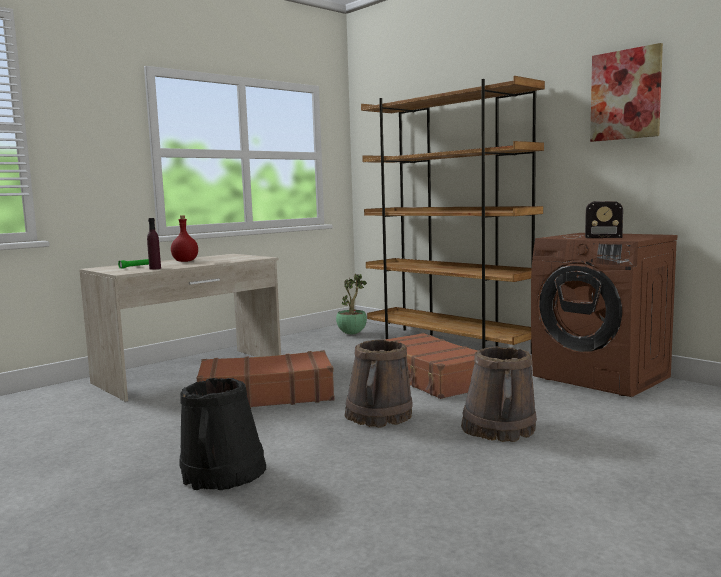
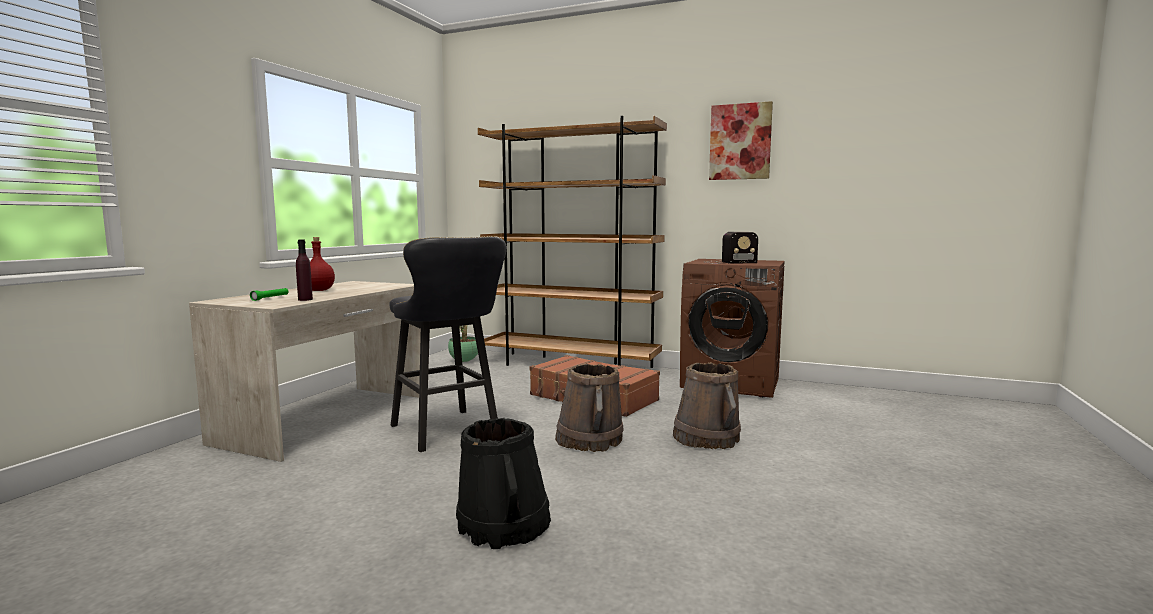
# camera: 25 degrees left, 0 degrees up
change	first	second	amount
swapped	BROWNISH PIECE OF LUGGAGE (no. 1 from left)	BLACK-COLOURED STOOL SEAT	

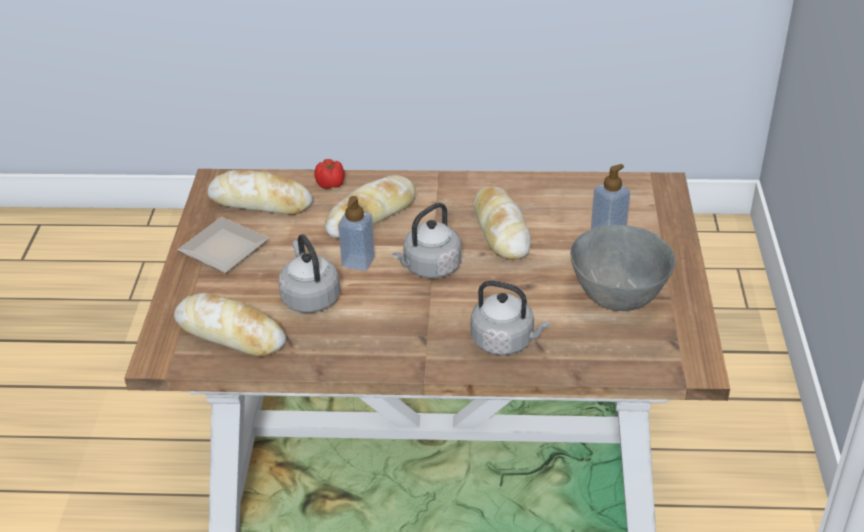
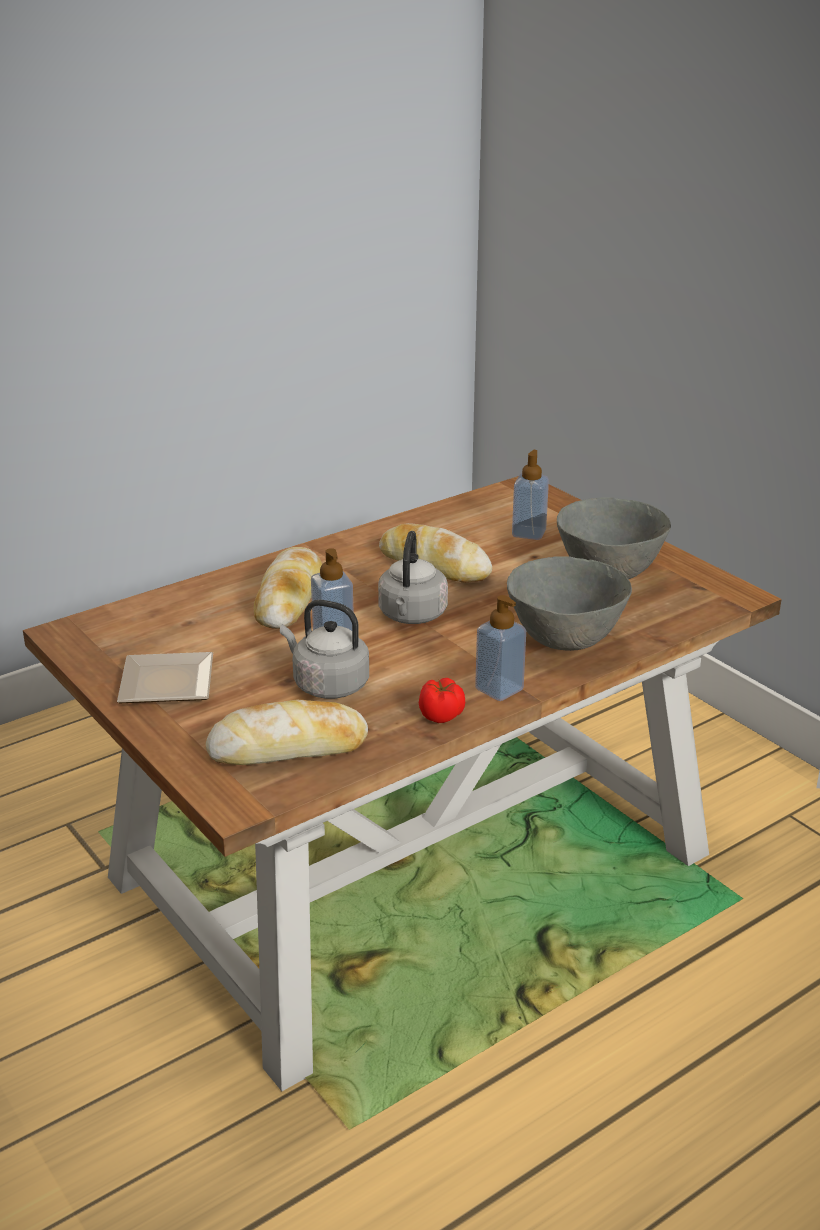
# camera: 40 degrees left, 10 degrees down
change	first	second	amount
shifted	WHOLE TOMATO		
new		SOAP BOTTLE (no. 2 from left)	
swapped	GRAY WATER KETTLE (no. 3 from left)	GRAY BOWL (no. 1 from left)	
gone	BAKED BREAD (no. 2 from left)		

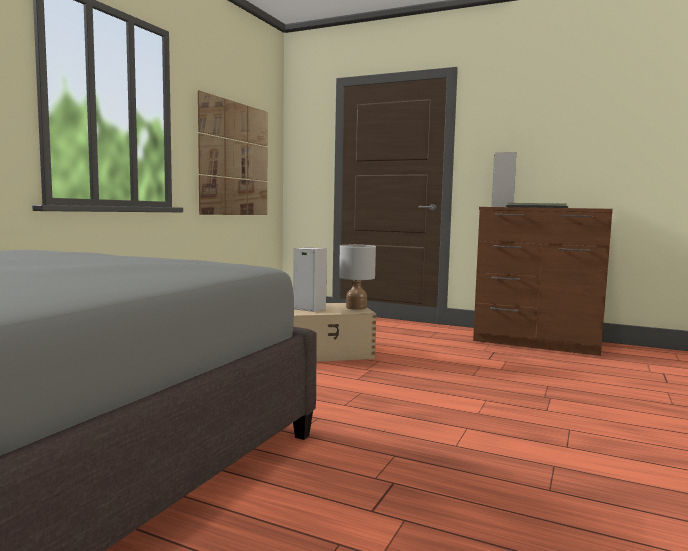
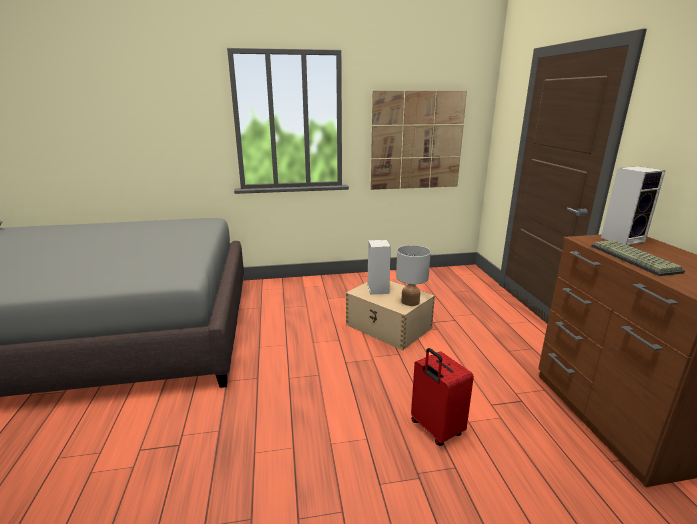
# camera: 55 degrees right, 15 degrees up
change	first	second	amount
new		RED PIECE OF LUGGAGE	

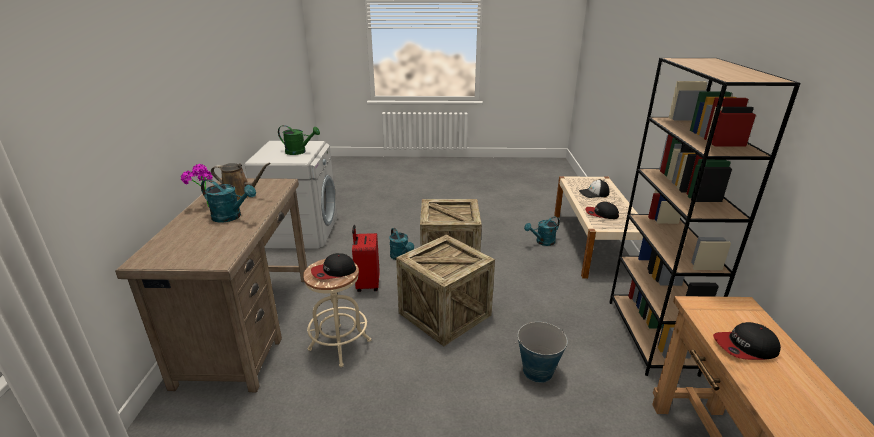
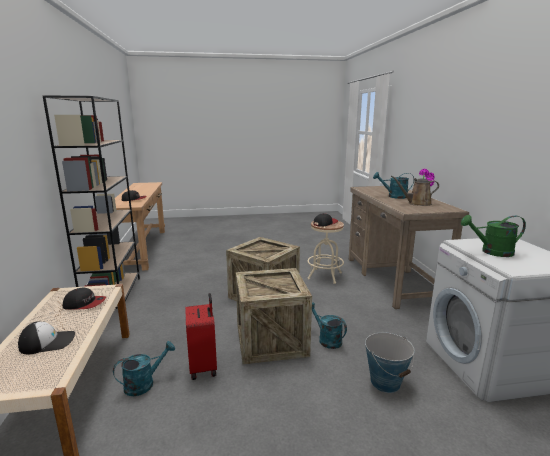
# camera: 170 degrees right, 10 degrees down
change	first	second	amount
shifted	RED PIECE OF LUGGAGE		
shifted	PAIL		

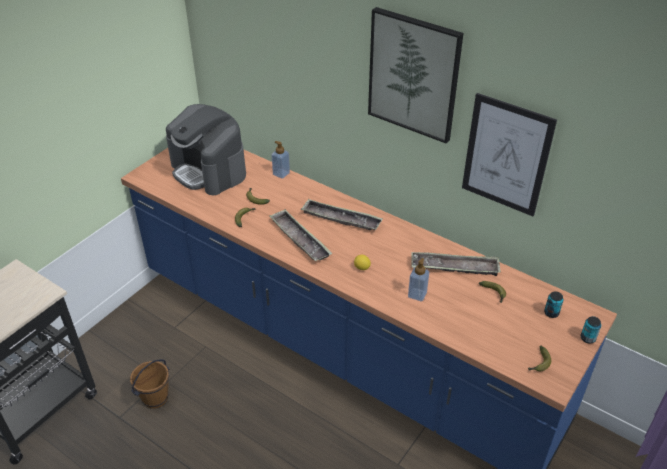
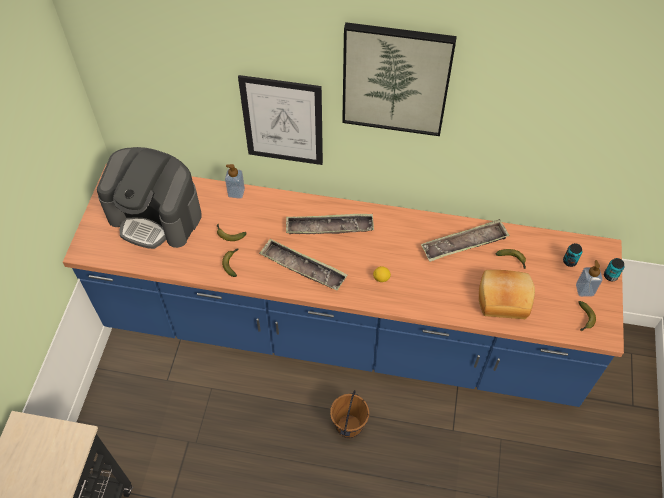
# camera: 25 degrees left, 15 degrees up
change	first	second	amount
shifted	WALL ART (no. 2 from left in the first image)	WALL ART (no. 1 from left)	
shifted	BROWNISH PAIL		
new		BAKED BREAD	
shifted	SOAP BOTTLE (no. 2 from left)		

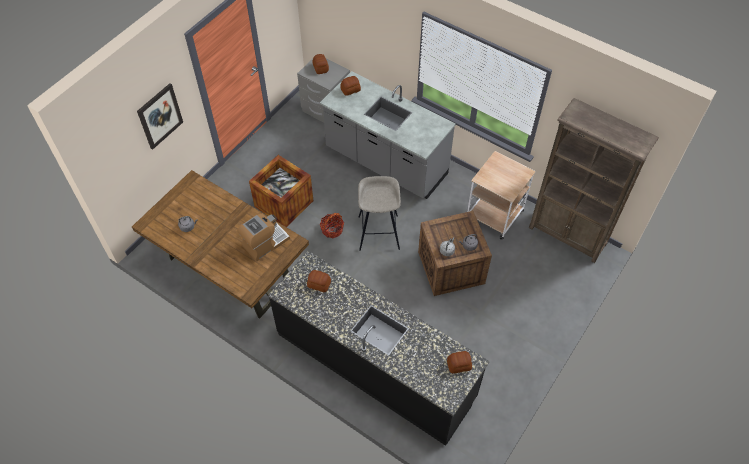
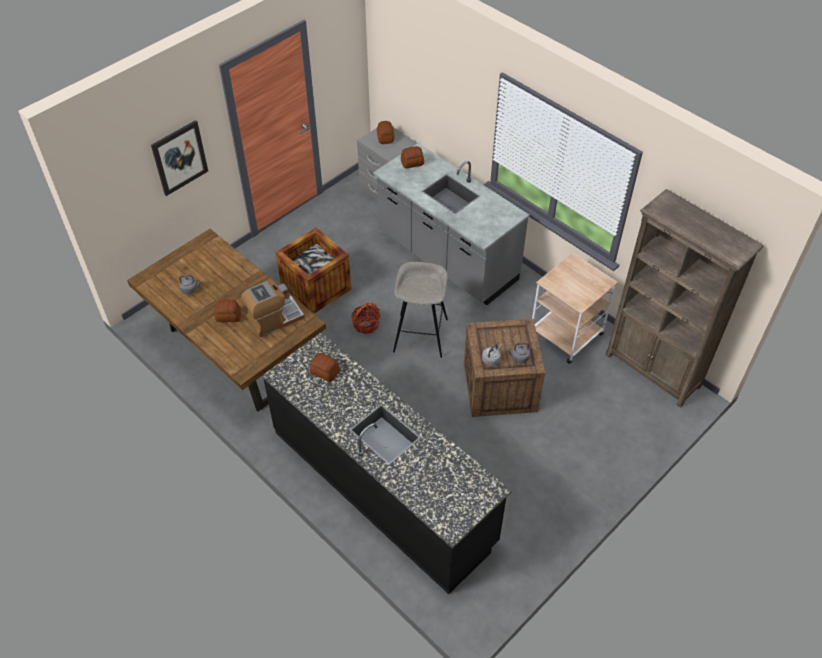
# camera: 10 degrees right, 5 degrees down
change	first	second	amount
shifted	BAKED BREAD (no. 4 from left in the first image)	BAKED BREAD (no. 1 from left)	

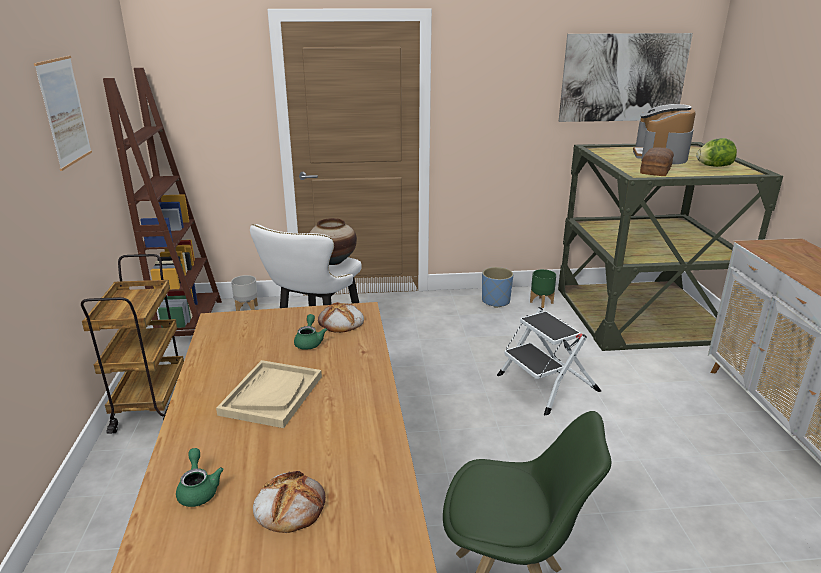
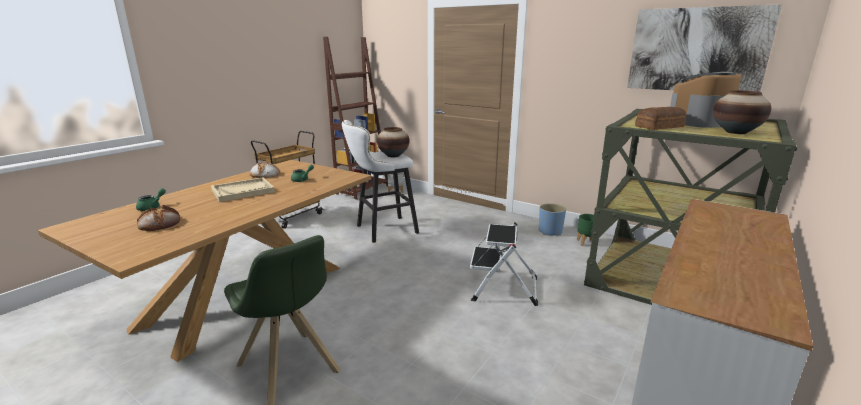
# camera: 40 degrees right, 5 degrees down
change	first	second	amount
shifted	BAKED BREAD (no. 2 from left)		
swapped	LETTUCE	FLOWER VASE (no. 2 from left)	
gone	WALL ART (no. 1 from left)		

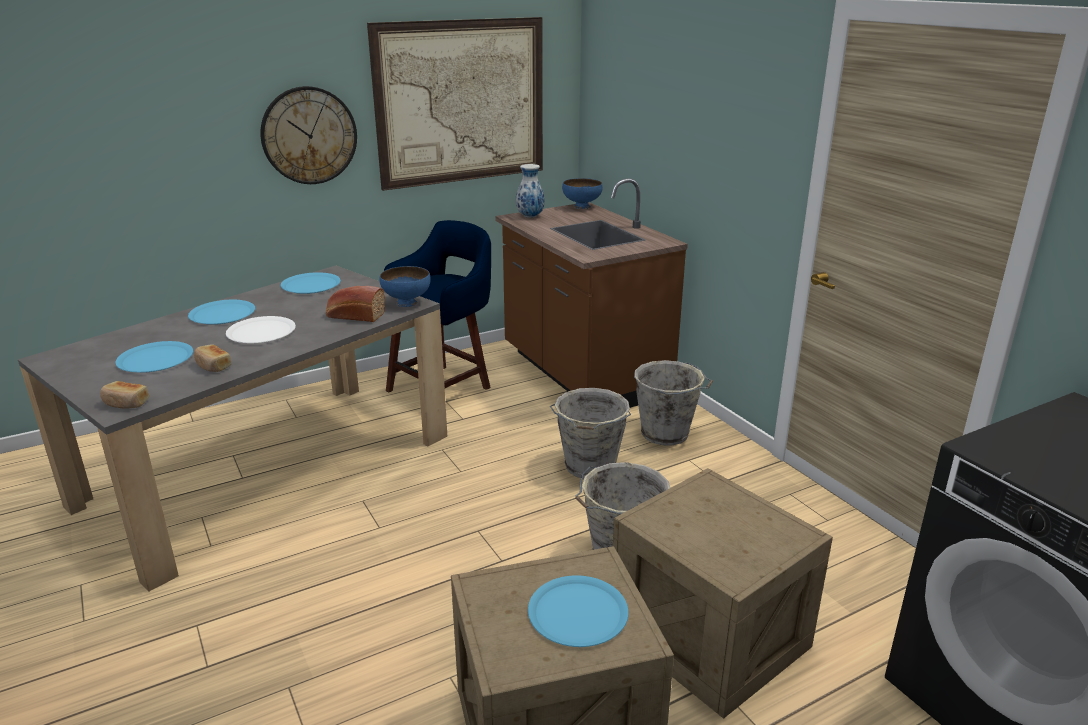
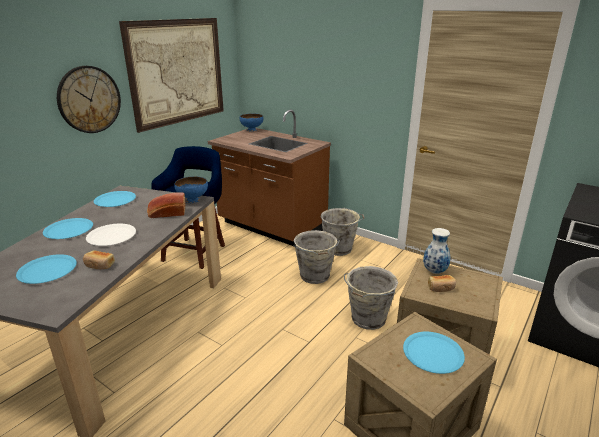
# camera: 25 degrees left, 0 degrees up
change	first	second	amount
shifted	FLOWER VASE		
shifted	BAKED BREAD (no. 1 from left in the first image)	BAKED BREAD (no. 3 from left)	

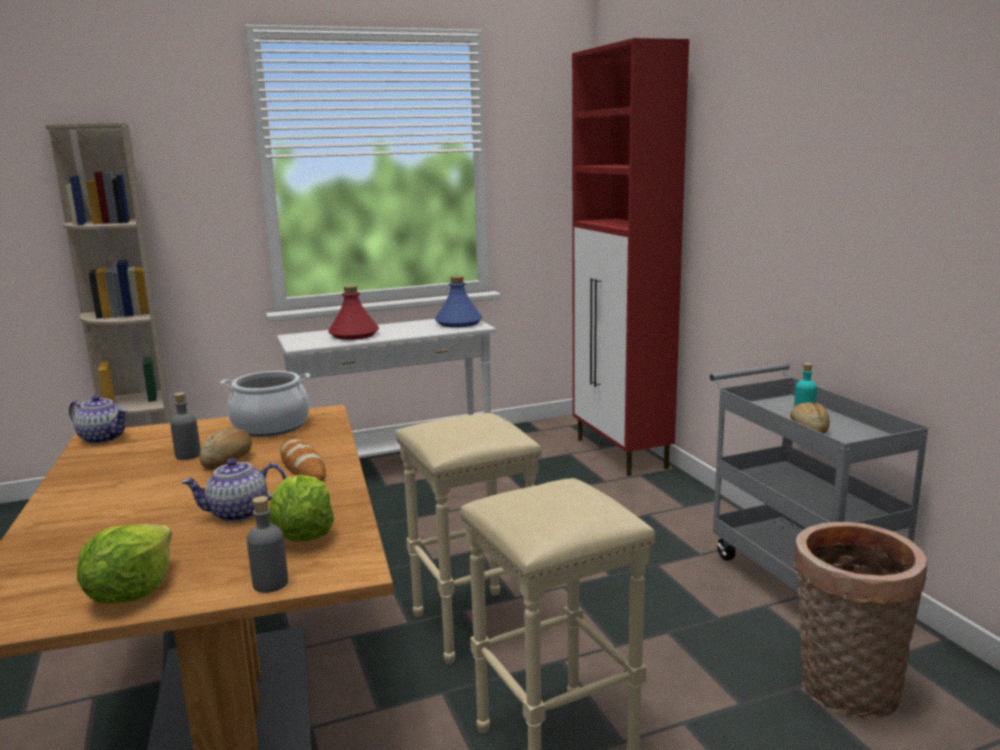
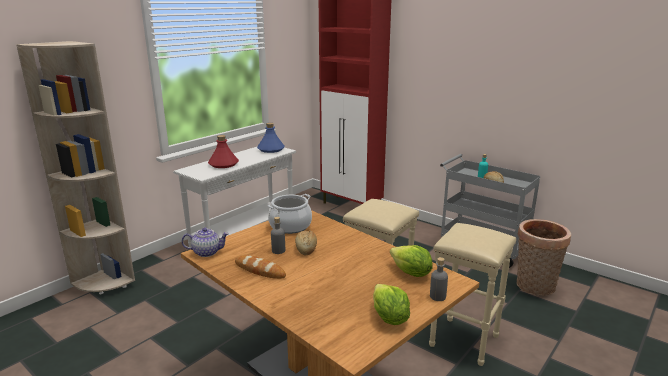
# camera: 30 degrees left, 5 degrees up
change	first	second	amount
shifted	BAKED BREAD (no. 2 from left in the first image)	BAKED BREAD (no. 1 from left)	
gone	POT FOR TEA (no. 2 from left)		

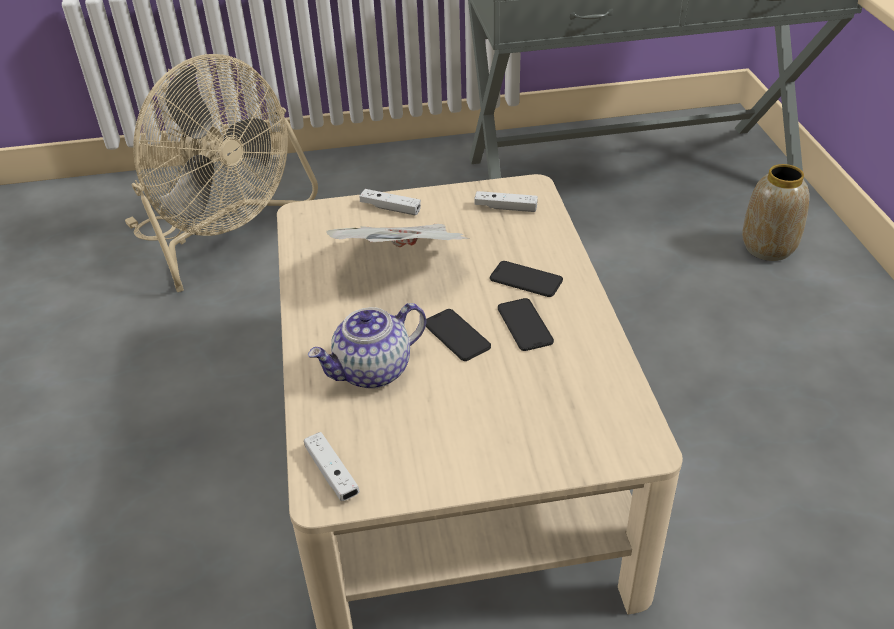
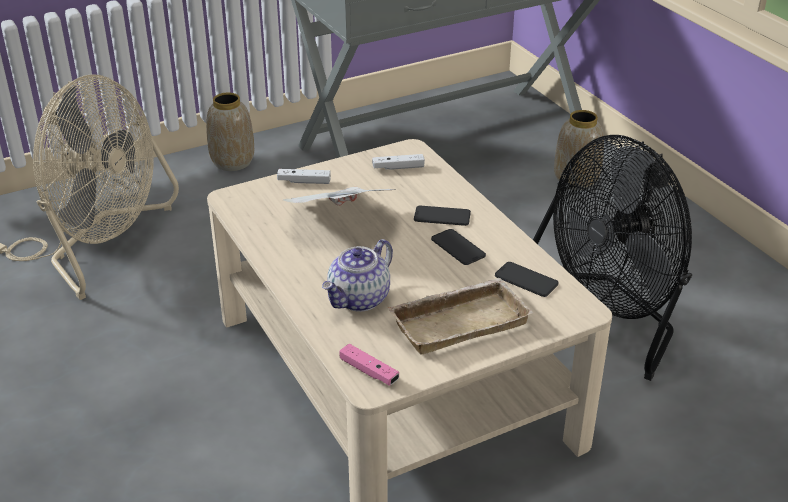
# camera: 20 degrees left, 5 degrees down
change	first	second	amount
new		FLOWER VASE (no. 1 from left)	
repainted	WHITISH GAME CONTROLLER (no. 1 from left)	PINK-COLOURED GAME CONTROLLER	
new		BEIGE-COLOURED SERVING TRAY	
shifted	HANDSET (no. 1 from left in the first image)	HANDSET (no. 3 from left)	
new		BLACK-COLOURED FAN	

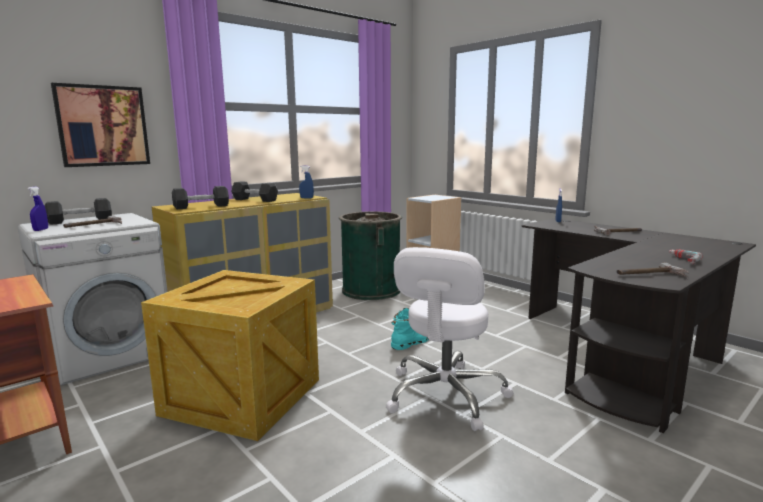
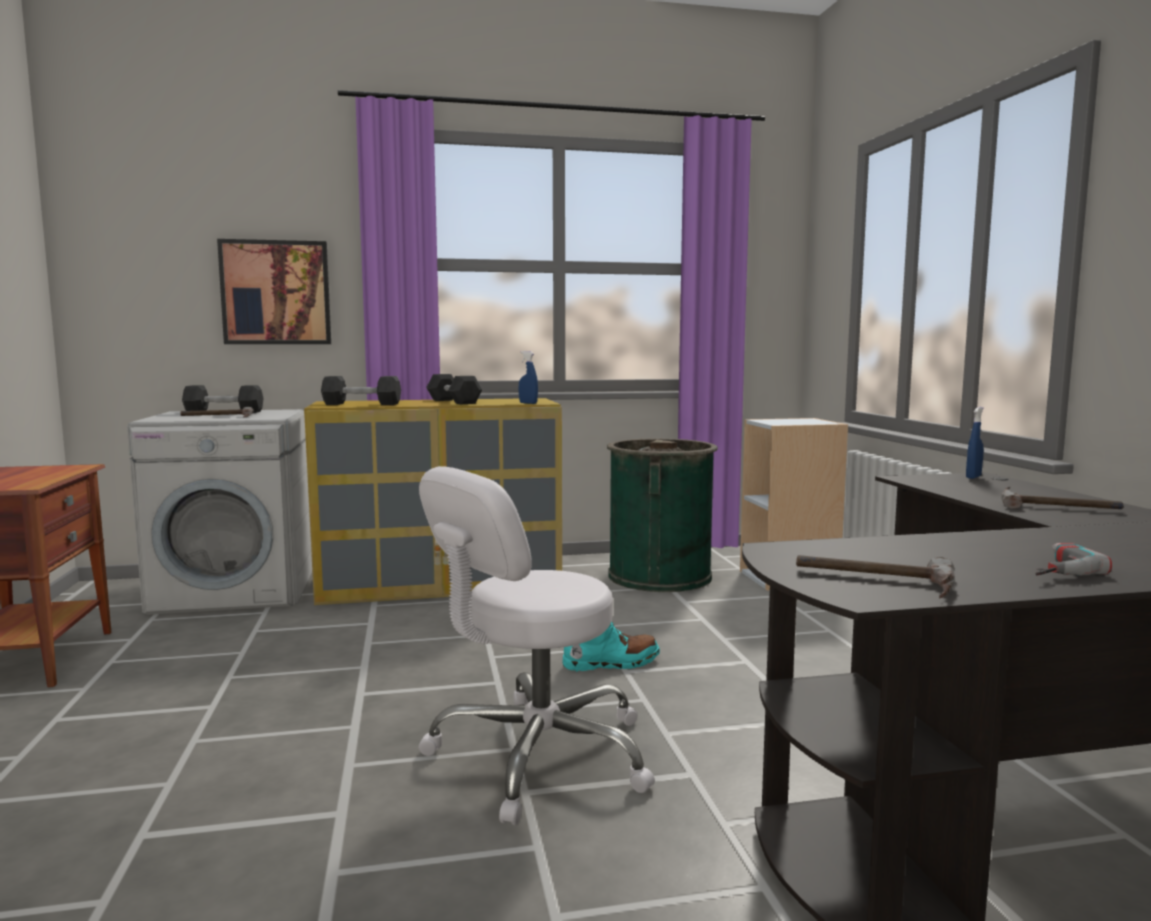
# camera: 30 degrees right, 5 degrees down
change	first	second	amount
gone	BLUISH HAND SPRAYER (no. 1 from left)		
gone	CRATE		

